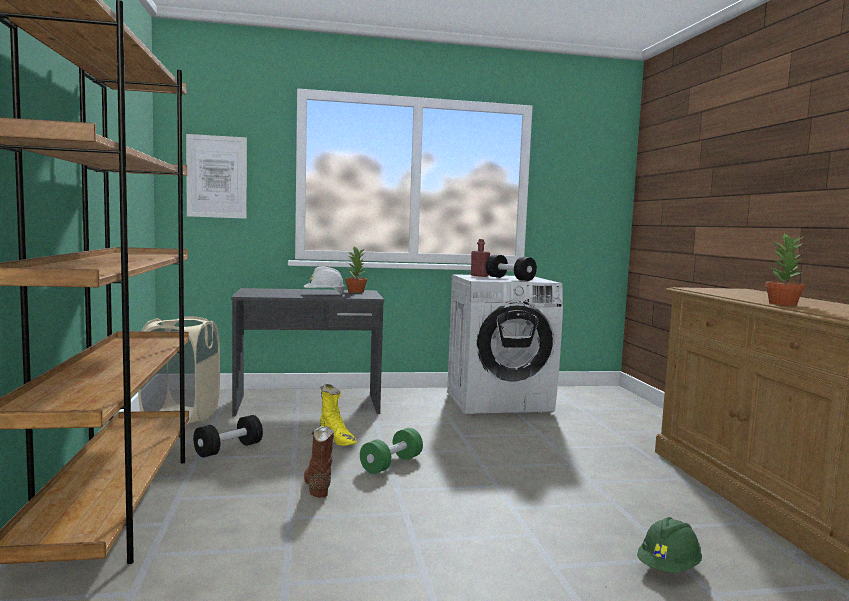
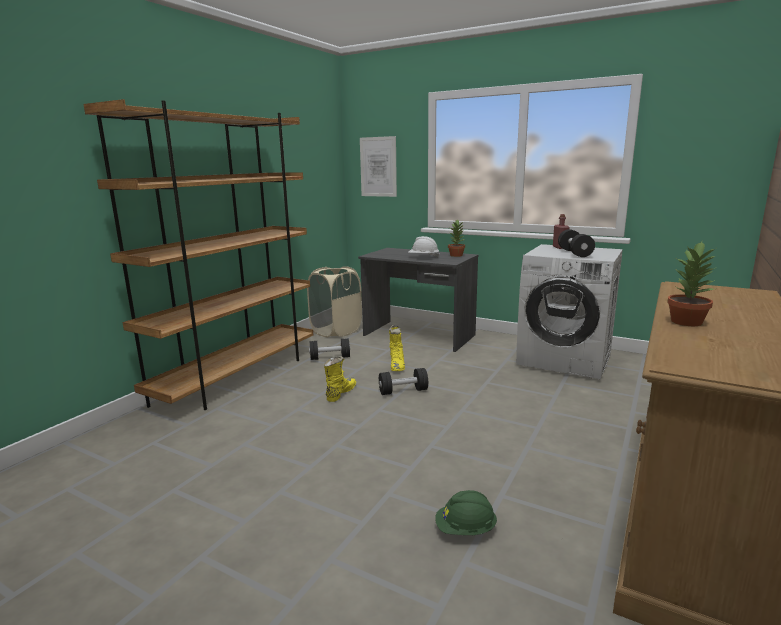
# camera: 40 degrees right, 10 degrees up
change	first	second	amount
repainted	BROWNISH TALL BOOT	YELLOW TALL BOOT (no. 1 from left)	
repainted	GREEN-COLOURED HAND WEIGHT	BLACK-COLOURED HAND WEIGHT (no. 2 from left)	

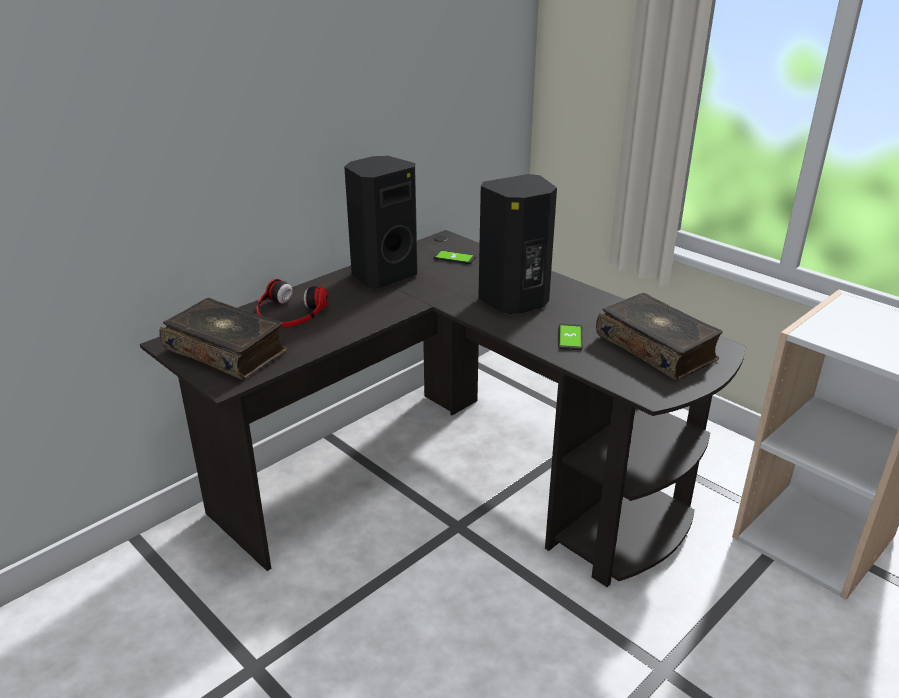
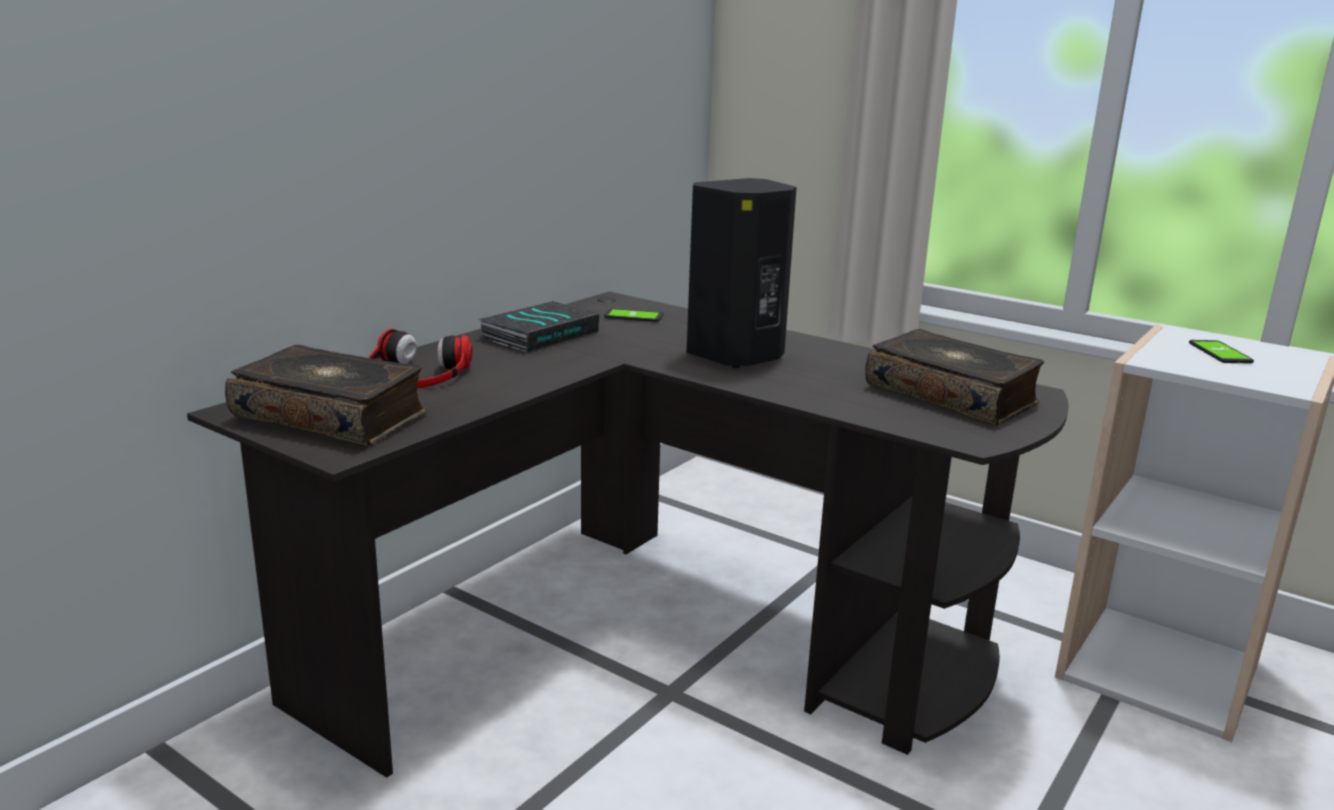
# camera: 10 degrees left, 10 degrees down
change	first	second	amount
swapped	BLACK-COLOURED LOUDSPEAKER (no. 1 from left)	VOLUME (no. 2 from left)	
shifted	HANDSET (no. 2 from left)		

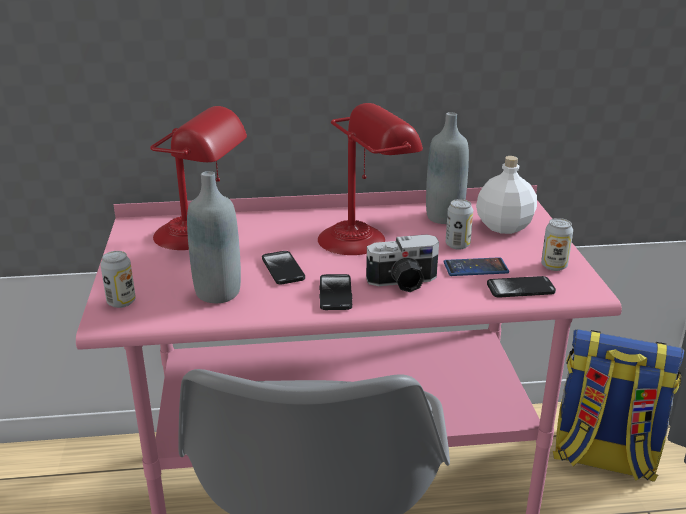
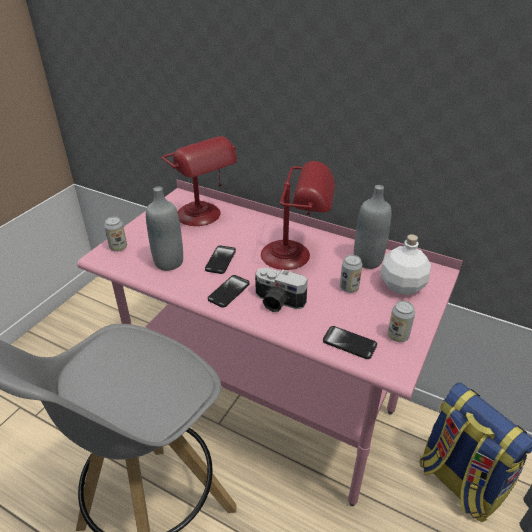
# camera: 35 degrees right, 10 degrees up
change	first	second	amount
gone	HANDSET (no. 3 from left)		

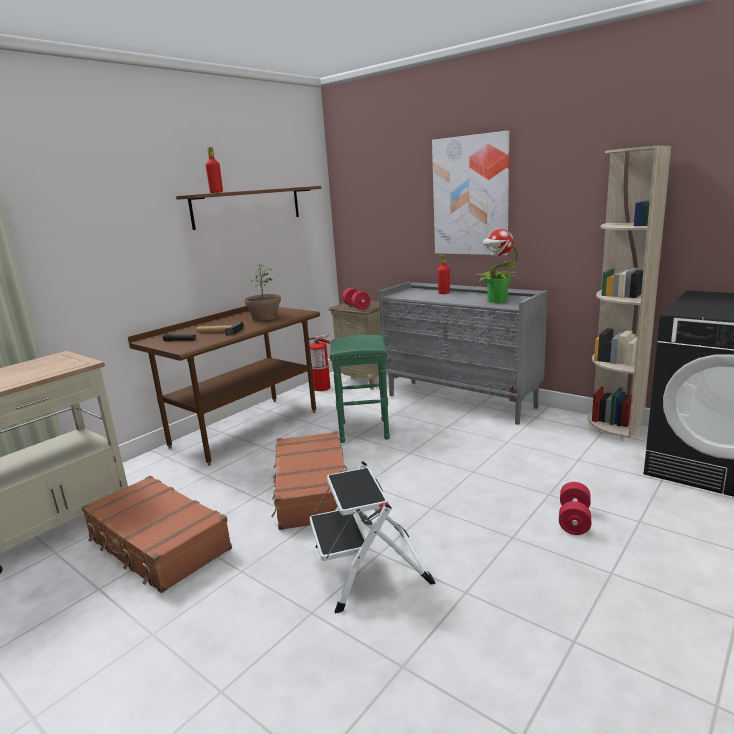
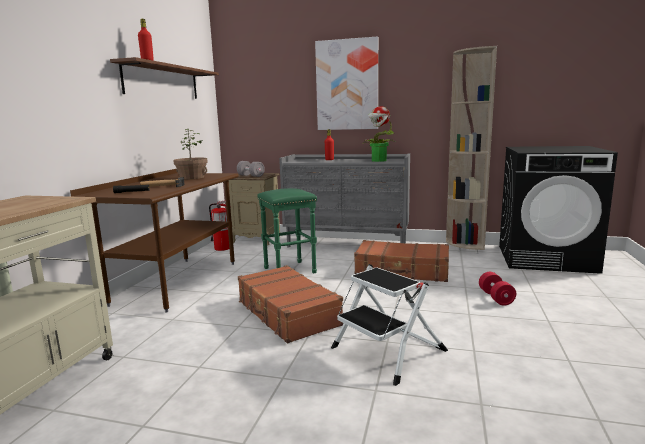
# camera: 25 degrees left, 5 degrees down
change	first	second	amount
repainted	RED HAND WEIGHT (no. 1 from left)	GRAY HAND WEIGHT	
shifted	BROWNISH PIECE OF LUGGAGE (no. 1 from left in the first image)	BROWNISH PIECE OF LUGGAGE (no. 2 from left)	

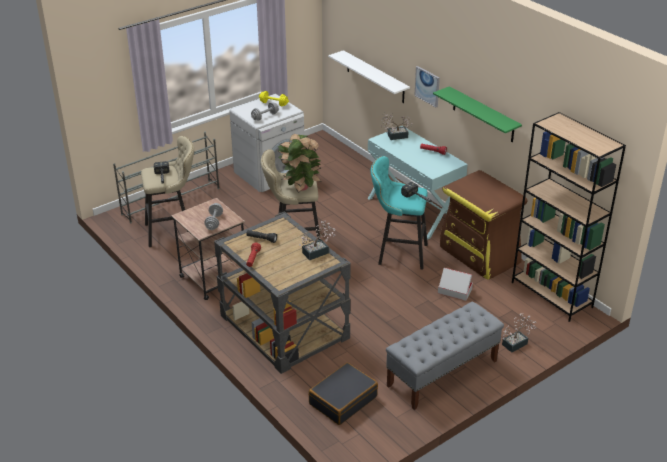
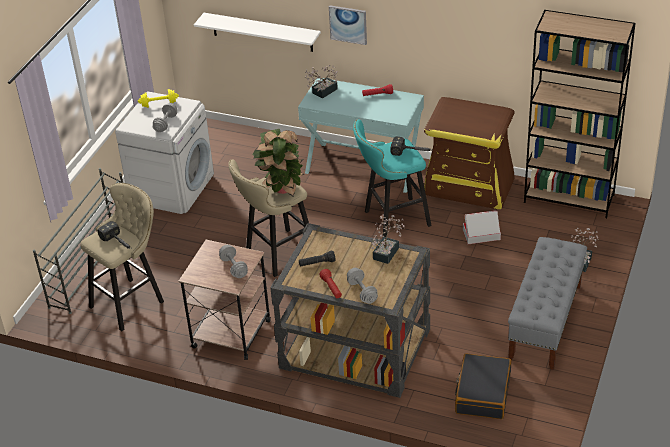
# camera: 30 degrees left, 5 degrees up
change	first	second	amount
new		GRAY HAND WEIGHT (no. 3 from left)	
gone	GREEN-COLOURED BRACKET SHELF		

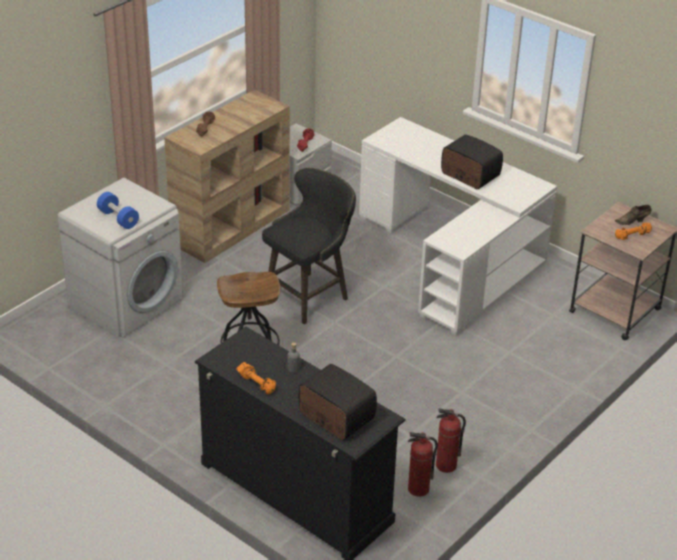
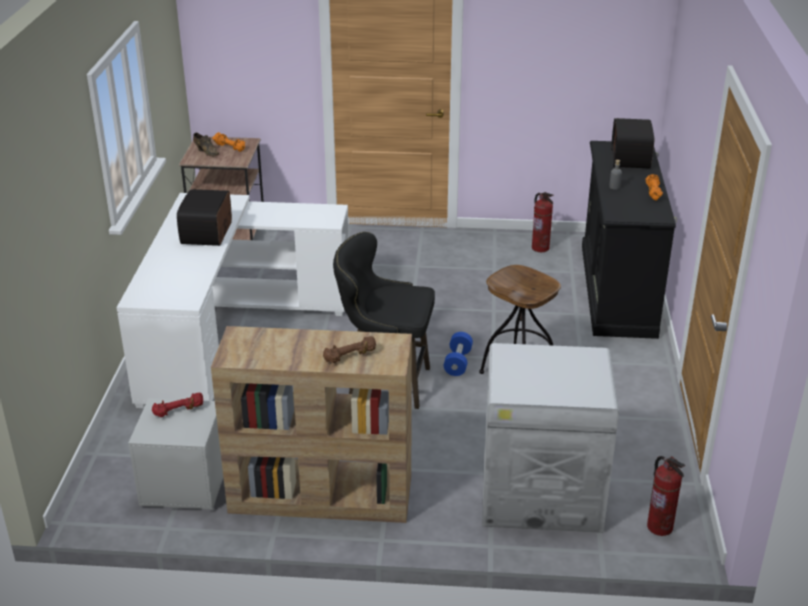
# camera: 125 degrees left, 5 degrees down
change	first	second	amount
shifted	BLUISH HAND WEIGHT		
shifted	EXTINGUISHER (no. 2 from left)		

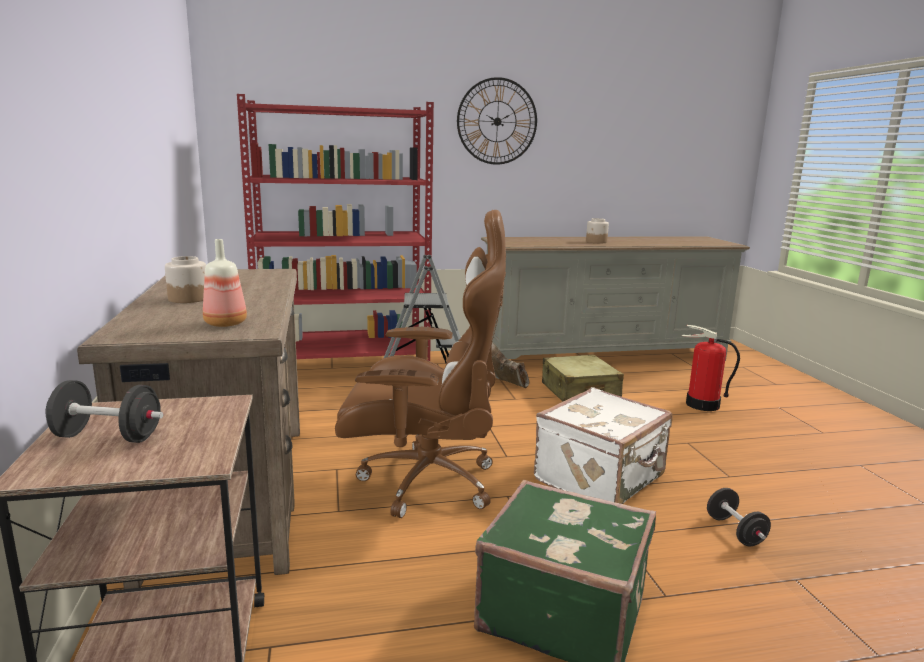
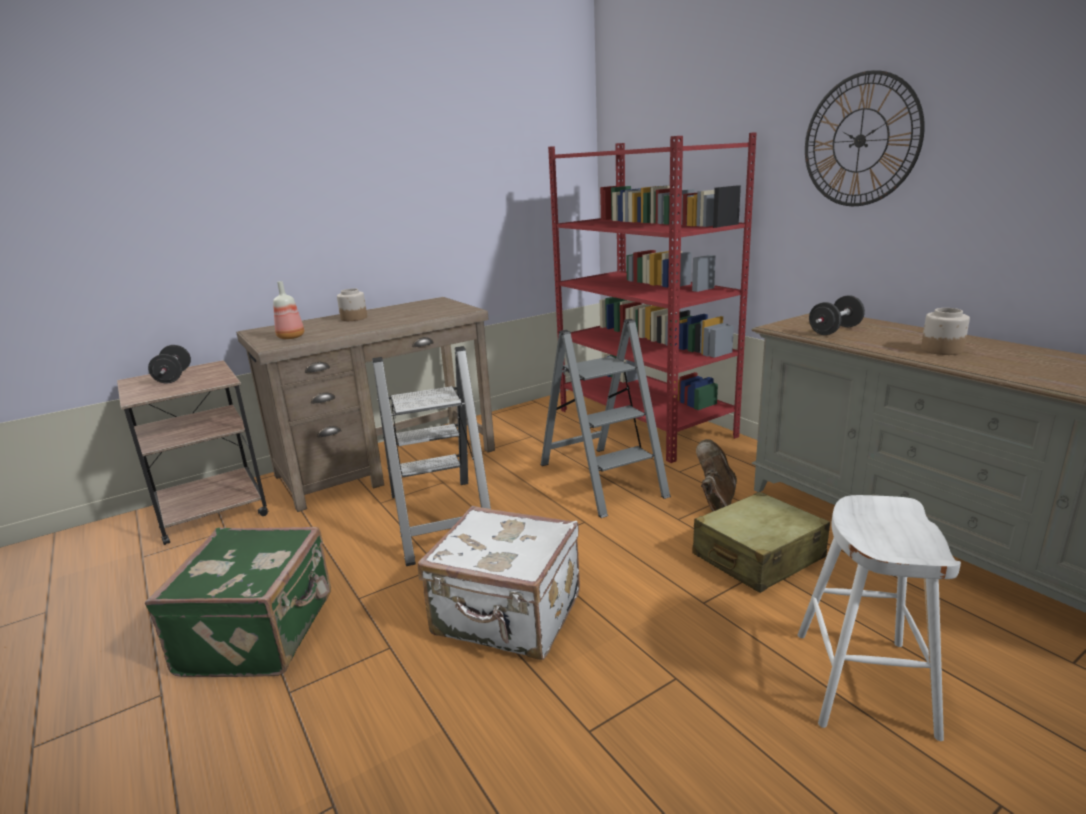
# camera: 70 degrees right, 5 degrees up
change	first	second	amount
swapped	BROWNISH COMPUTER CHAIR	GRAY STEP STOOL (no. 1 from left)	
swapped	EXTINGUISHER	WHITISH STOOL SEAT	
shifted	BLACK-COLOURED HAND WEIGHT (no. 2 from left)		

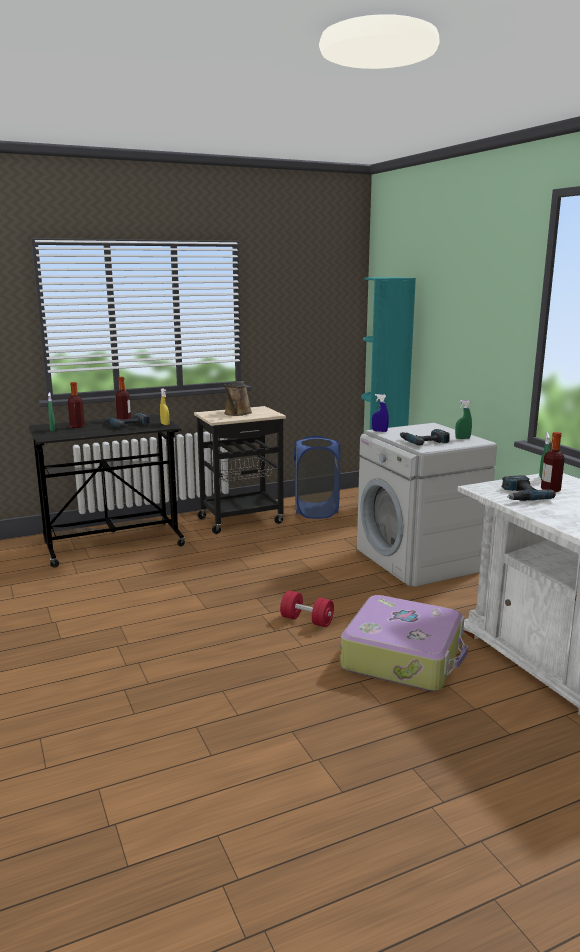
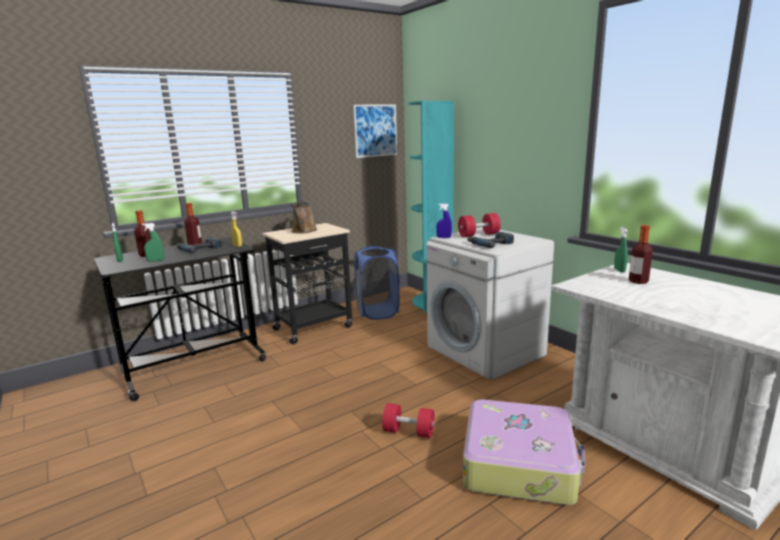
# camera: 10 degrees left, 0 degrees up
change	first	second	amount
shifted	GREEN-COLOURED HAND SPRAYER (no. 2 from left)		
new		WALL ART	
new		RED HAND WEIGHT (no. 2 from left)	
gone	ELECTRIC DRILL (no. 3 from left)		

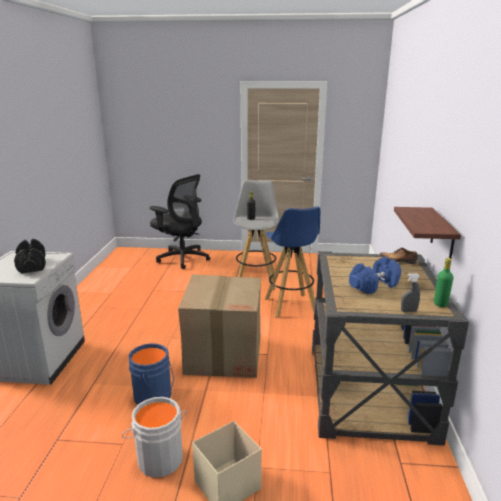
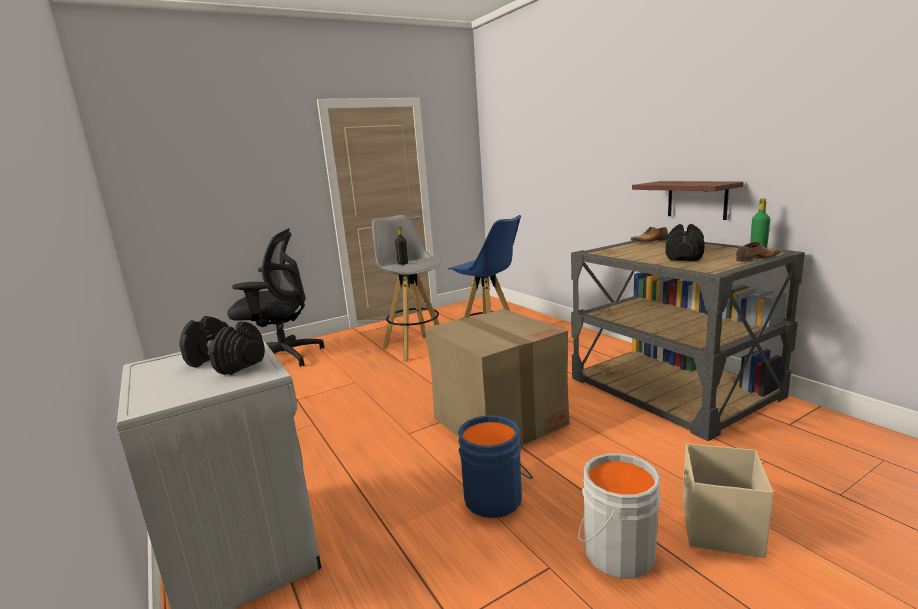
# camera: 35 degrees left, 5 degrees down
change	first	second	amount
repainted	BLUISH HAND WEIGHT	BLACK-COLOURED HAND WEIGHT (no. 2 from left)	
swapped	GRAY HAND SPRAYER	ITEM OF FOOTWEAR (no. 2 from left)	

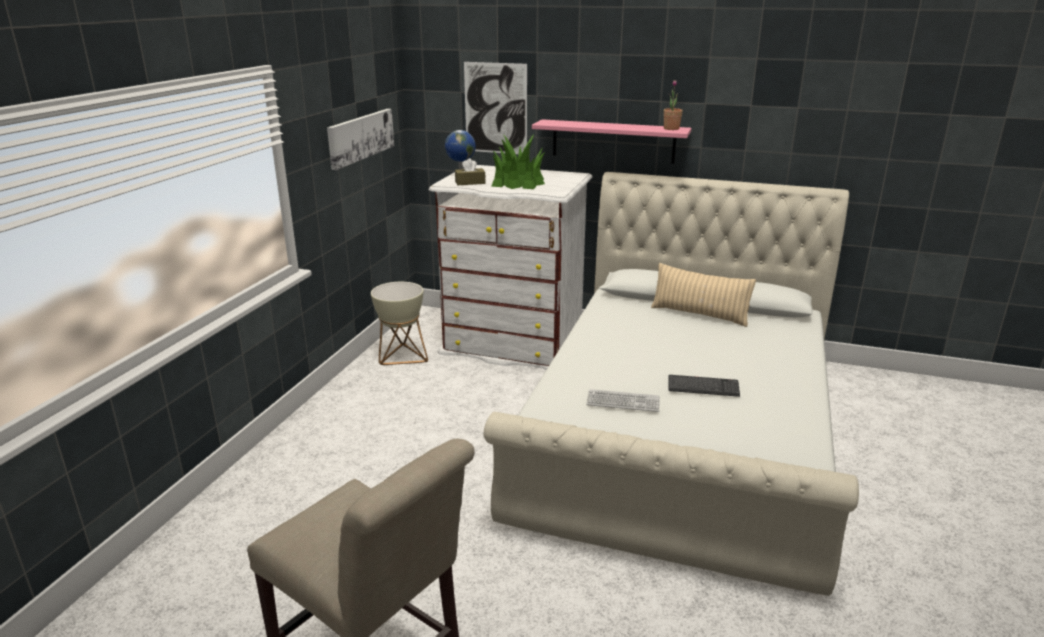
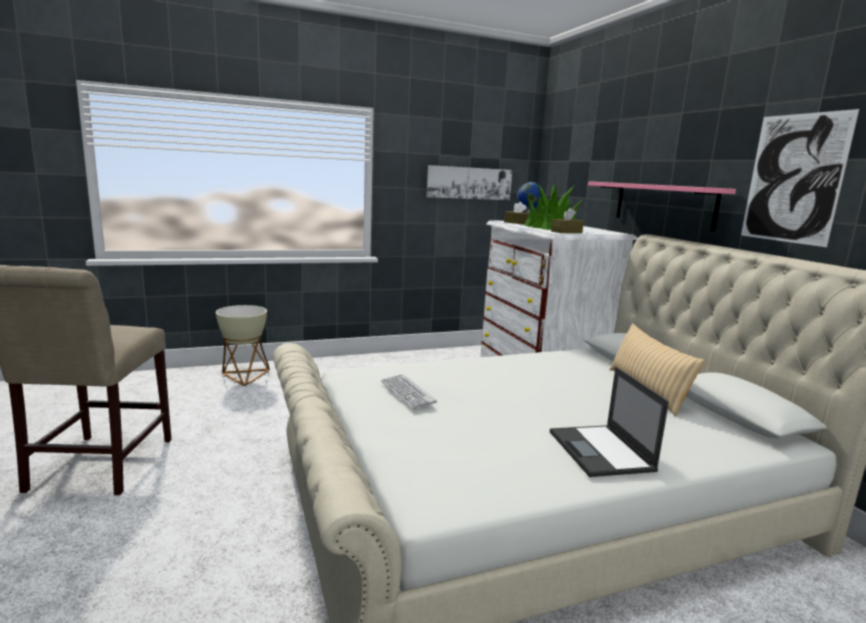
# camera: 50 degrees right, 10 degrees down
change	first	second	amount
shifted	PLANTER		
new		PORTABLE COMPUTER	
new		BROWNISH TISSUE HOLDER (no. 2 from left)	
shifted	WALL ART (no. 2 from left)		
gone	PLANT IN A POT (no. 2 from left)		
gone	COMPUTER KEYBOARD (no. 2 from left)		

